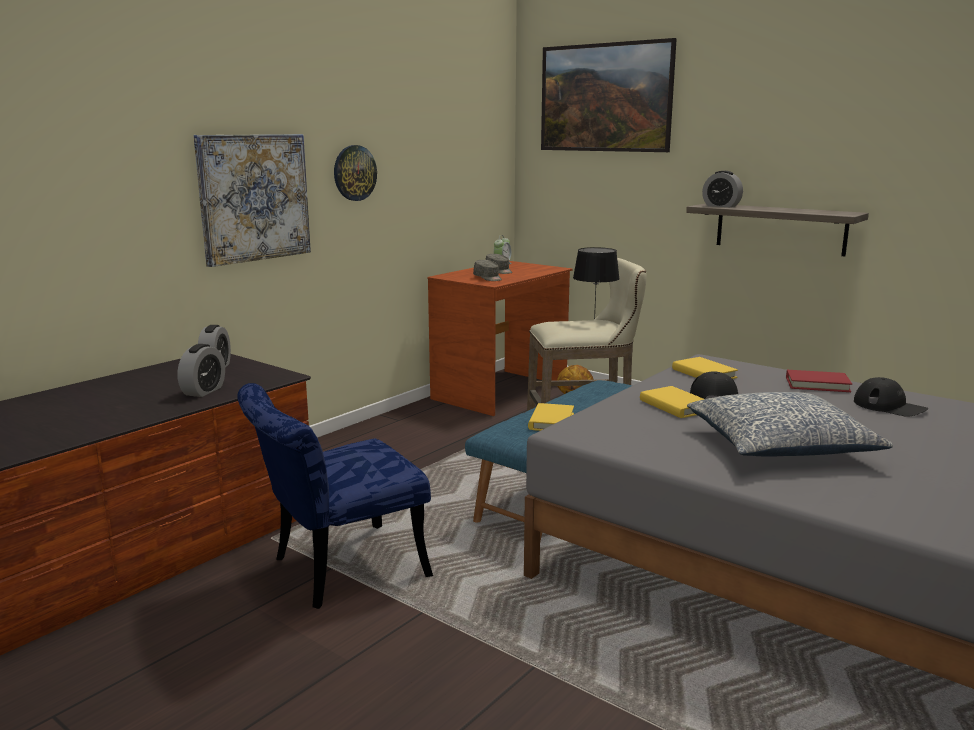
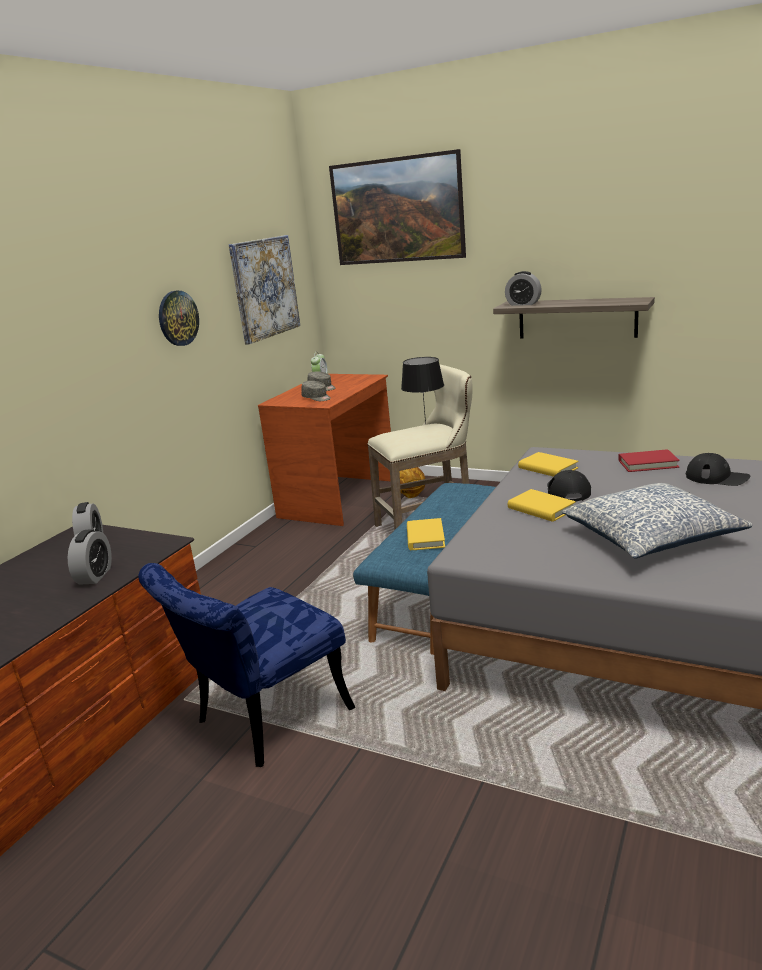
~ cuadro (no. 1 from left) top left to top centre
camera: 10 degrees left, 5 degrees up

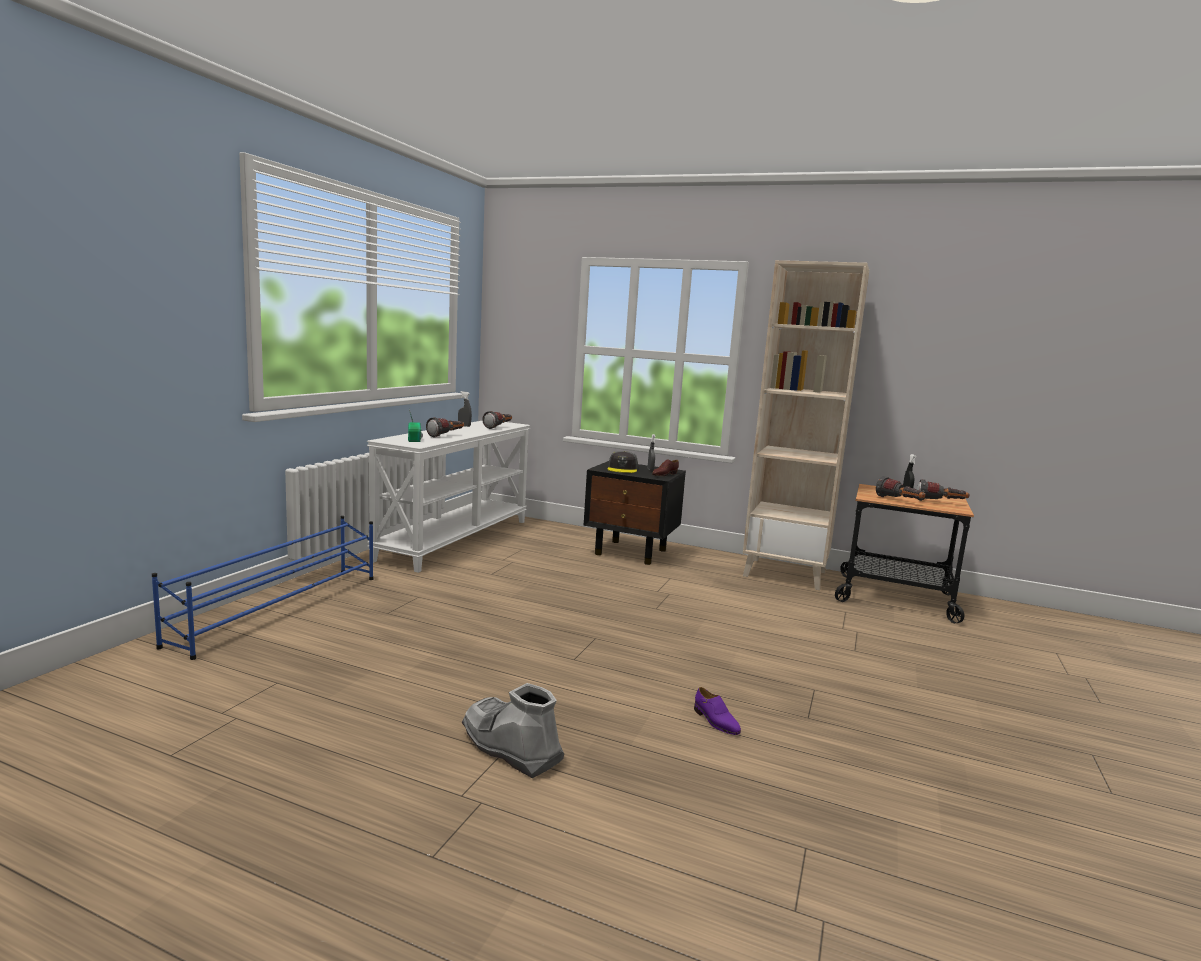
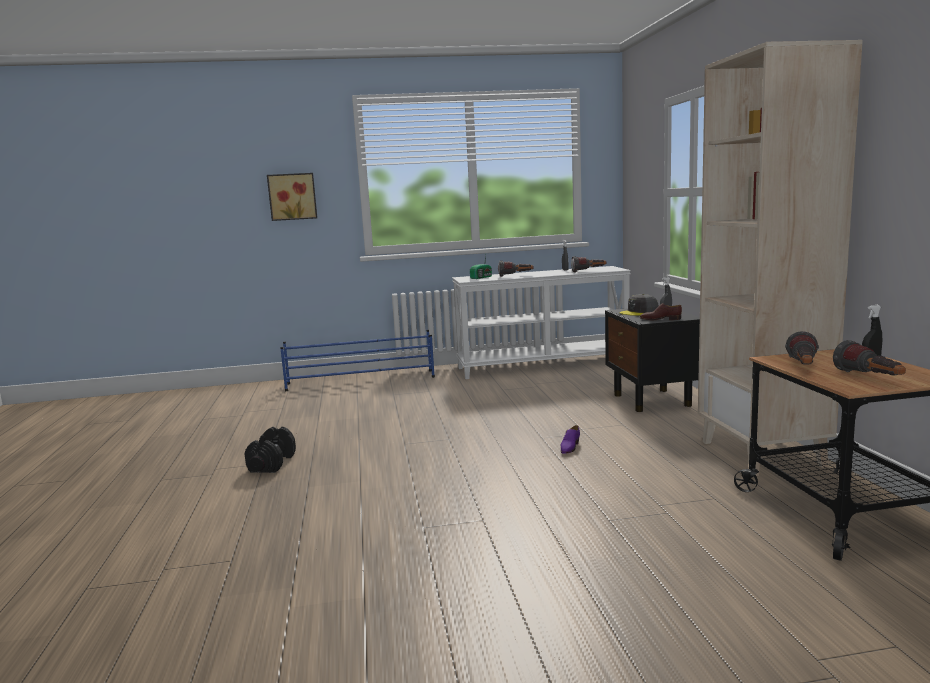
~ bota (gris) bottom centre to mancuerna (negro) middle left
+ cuadro top left
~ zapato (morado) bottom centre to centre
camera: 60 degrees right, 0 degrees up

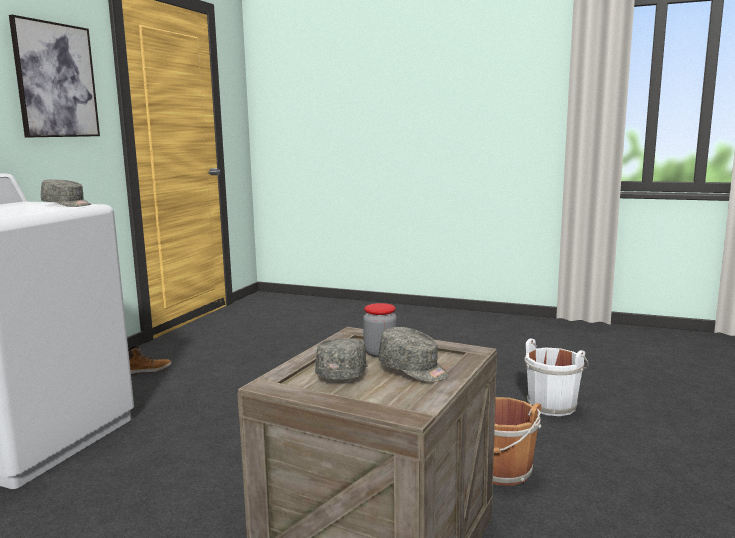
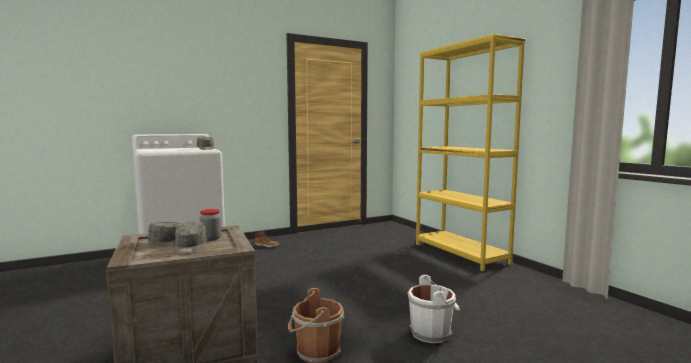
+ estantería (amarillo) middle right
- cuadro top left
camera: 40 degrees right, 5 degrees down

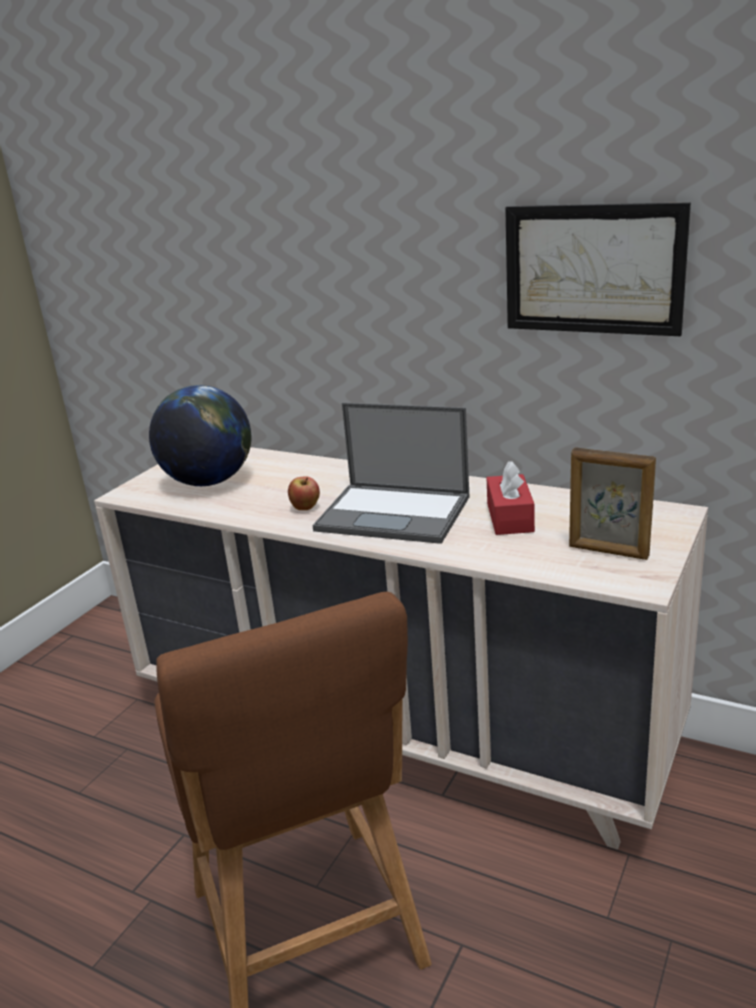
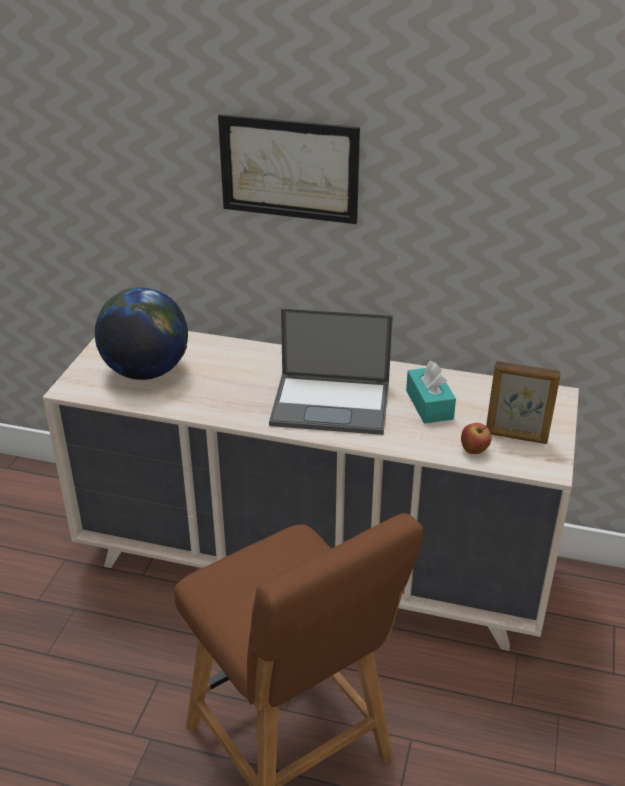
~ cuadro top right to top centre
~ caja de pañuelos (rojo) middle right to caja de pañuelos (turquesa) middle right
~ manzana centre to middle right
camera: 15 degrees left, 10 degrees up

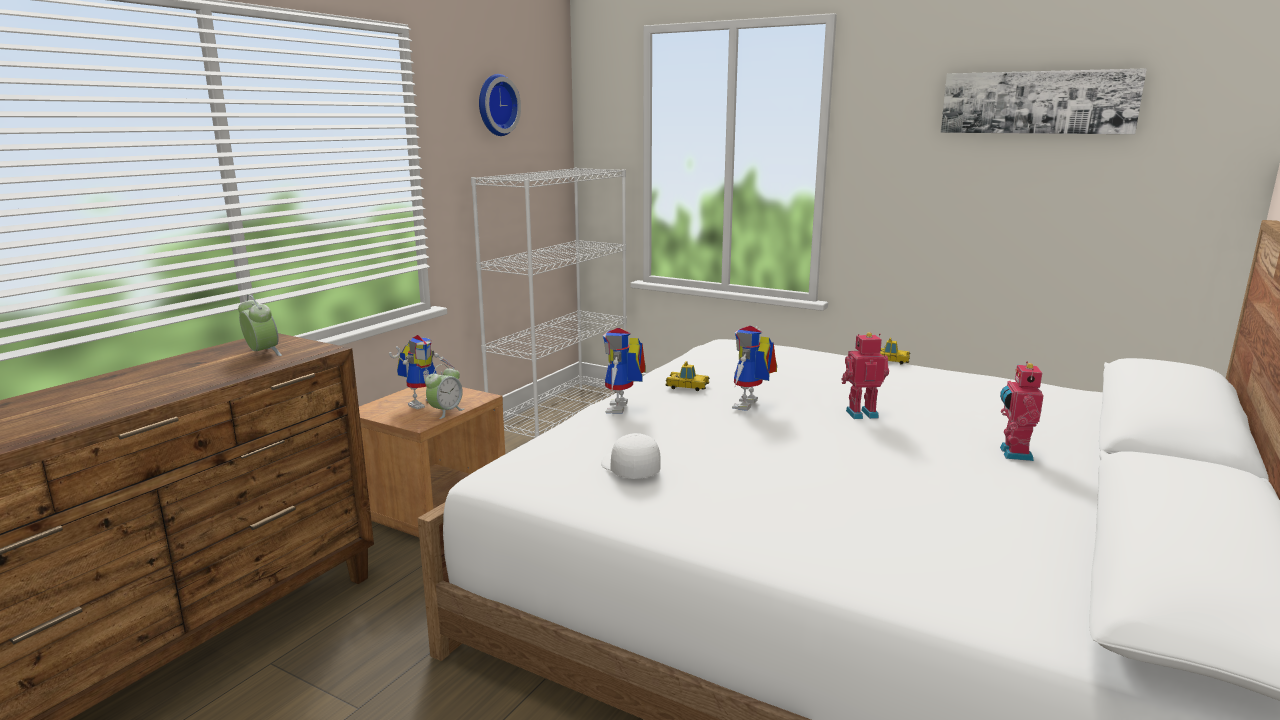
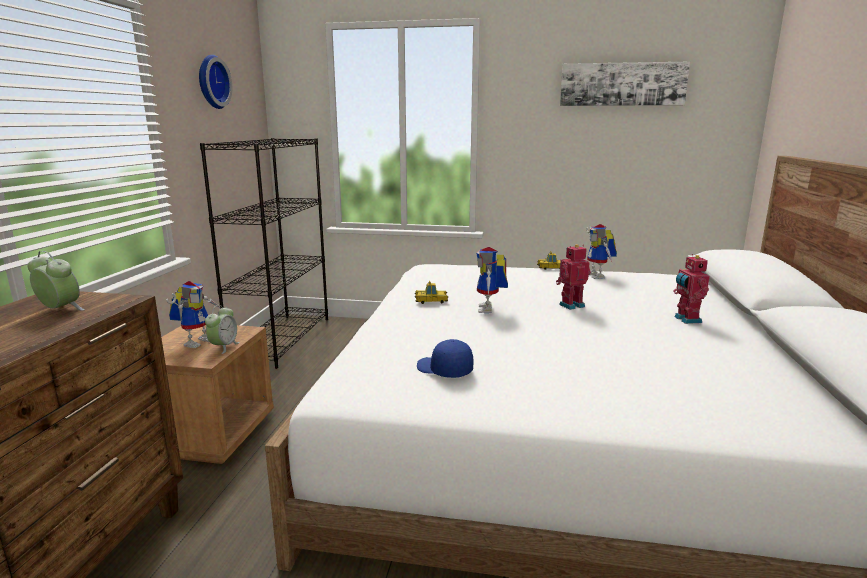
~ estantería (blanco) centre to estantería (negro) middle left
~ gorra (blanco) centre to gorra (azul) centre
~ robot de juguete (no. 2 from left in the first image) centre to robot de juguete (no. 4 from left) middle right
camera: 20 degrees left, 0 degrees up

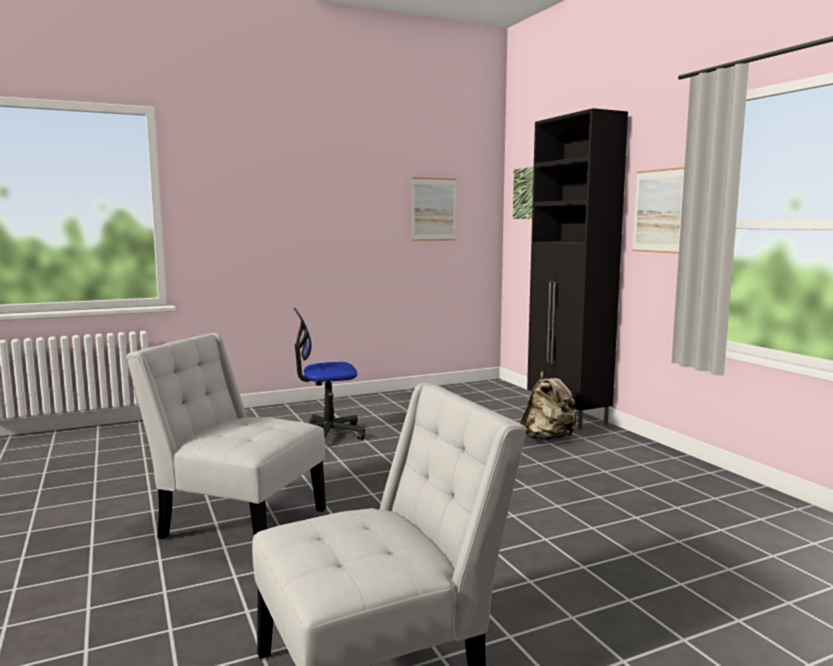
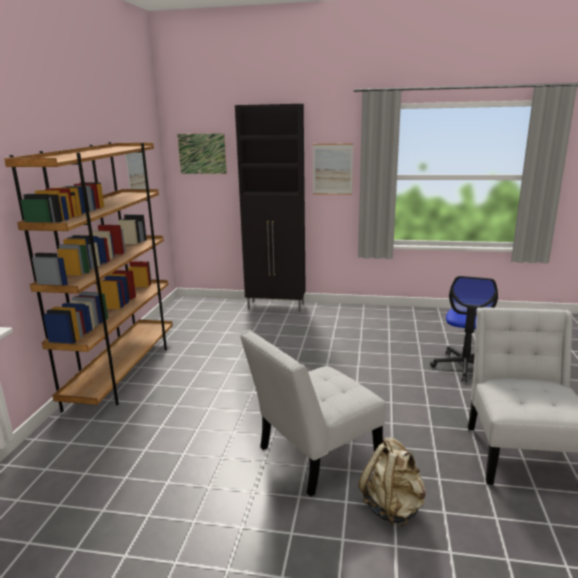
+ estantería (marrón) middle left
~ mochila (beis) centre to bottom right
~ silla de oficina centre to middle right
camera: 55 degrees left, 10 degrees up

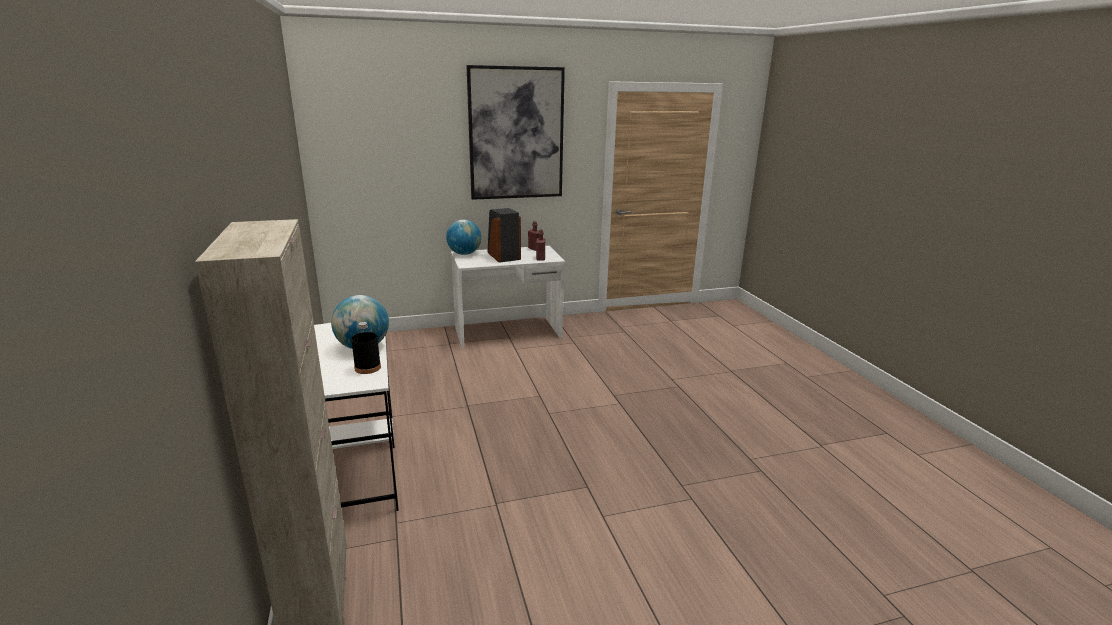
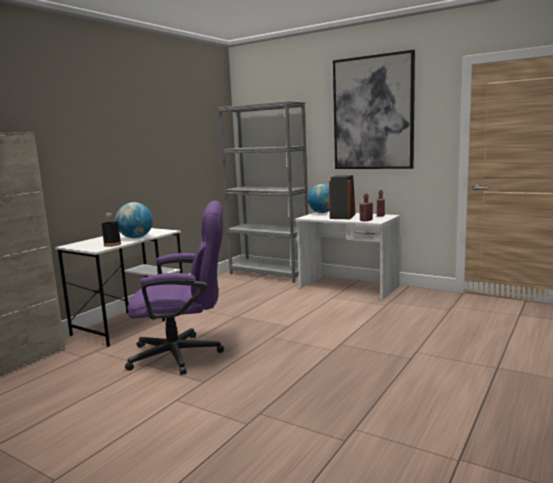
+ silla de oficina (morado) middle left
+ estantería (gris) centre
camera: 50 degrees right, 10 degrees down

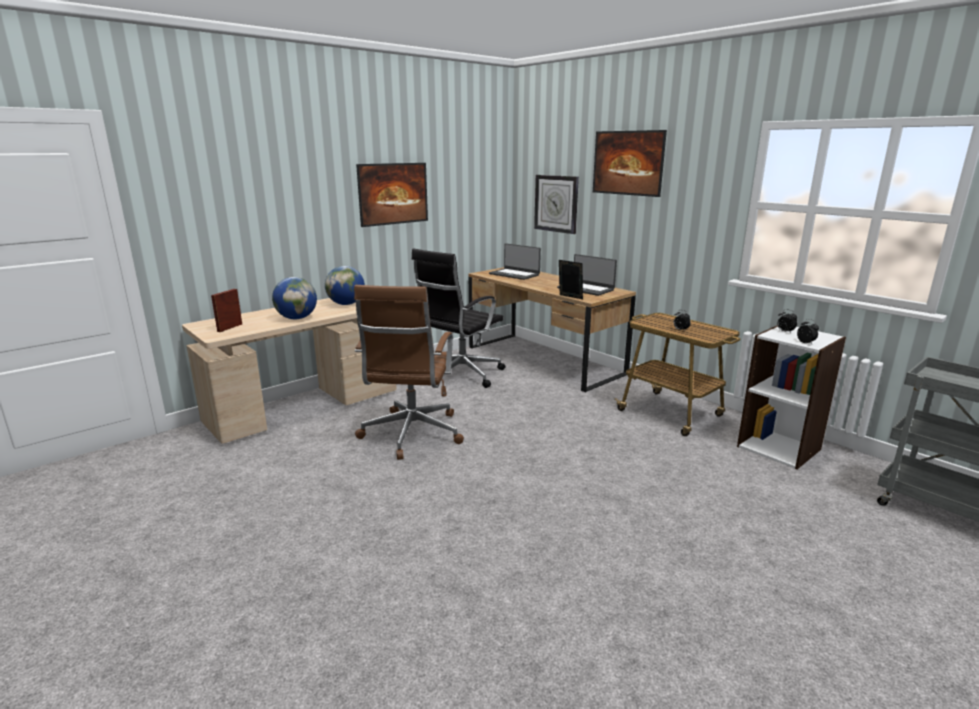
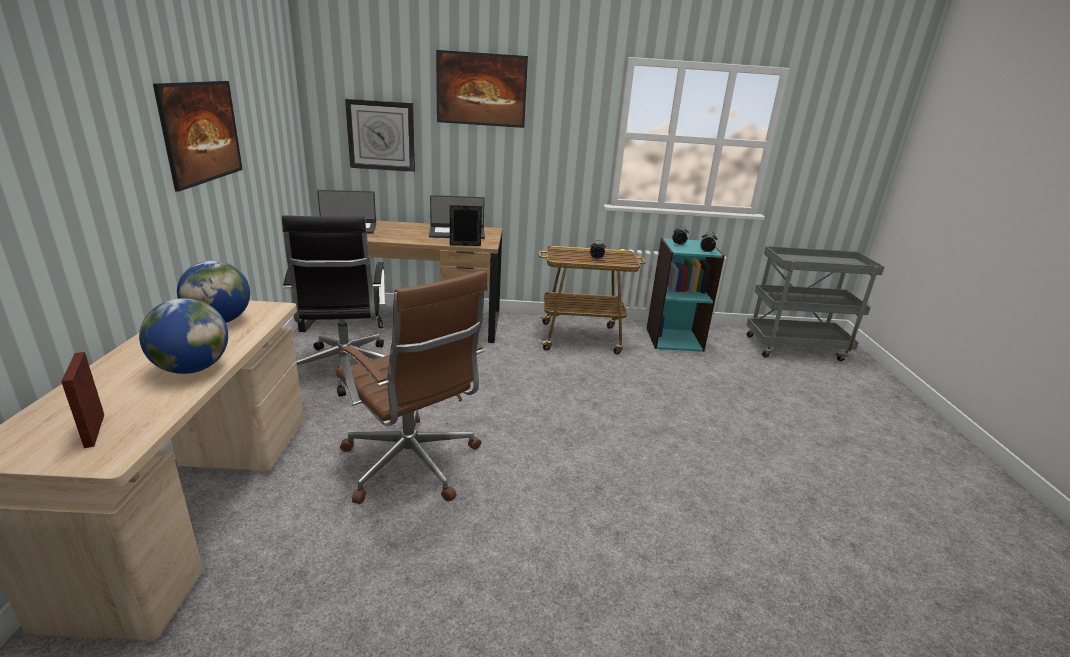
~ estantería (blanco) middle right to estantería (turquesa) centre
camera: 50 degrees left, 5 degrees up

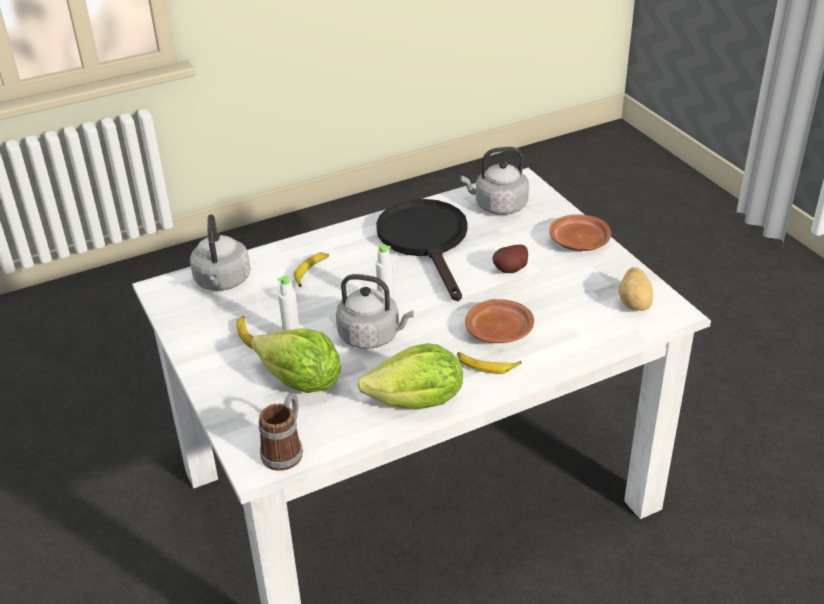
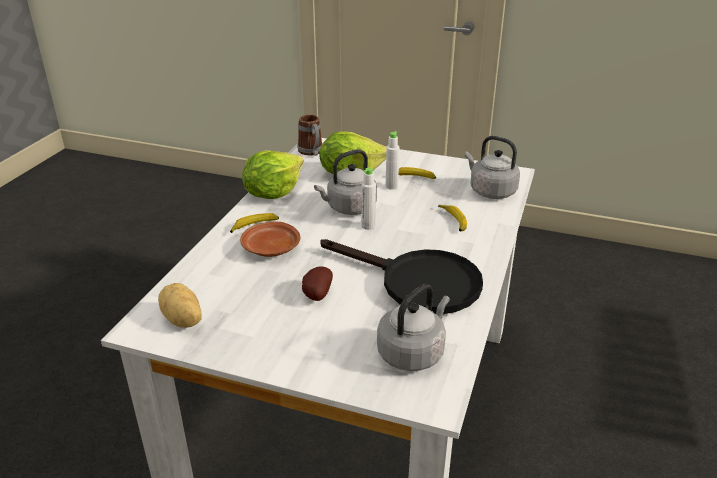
- plato (marrón) (no. 2 from left) middle right
camera: 135 degrees right, 5 degrees down

